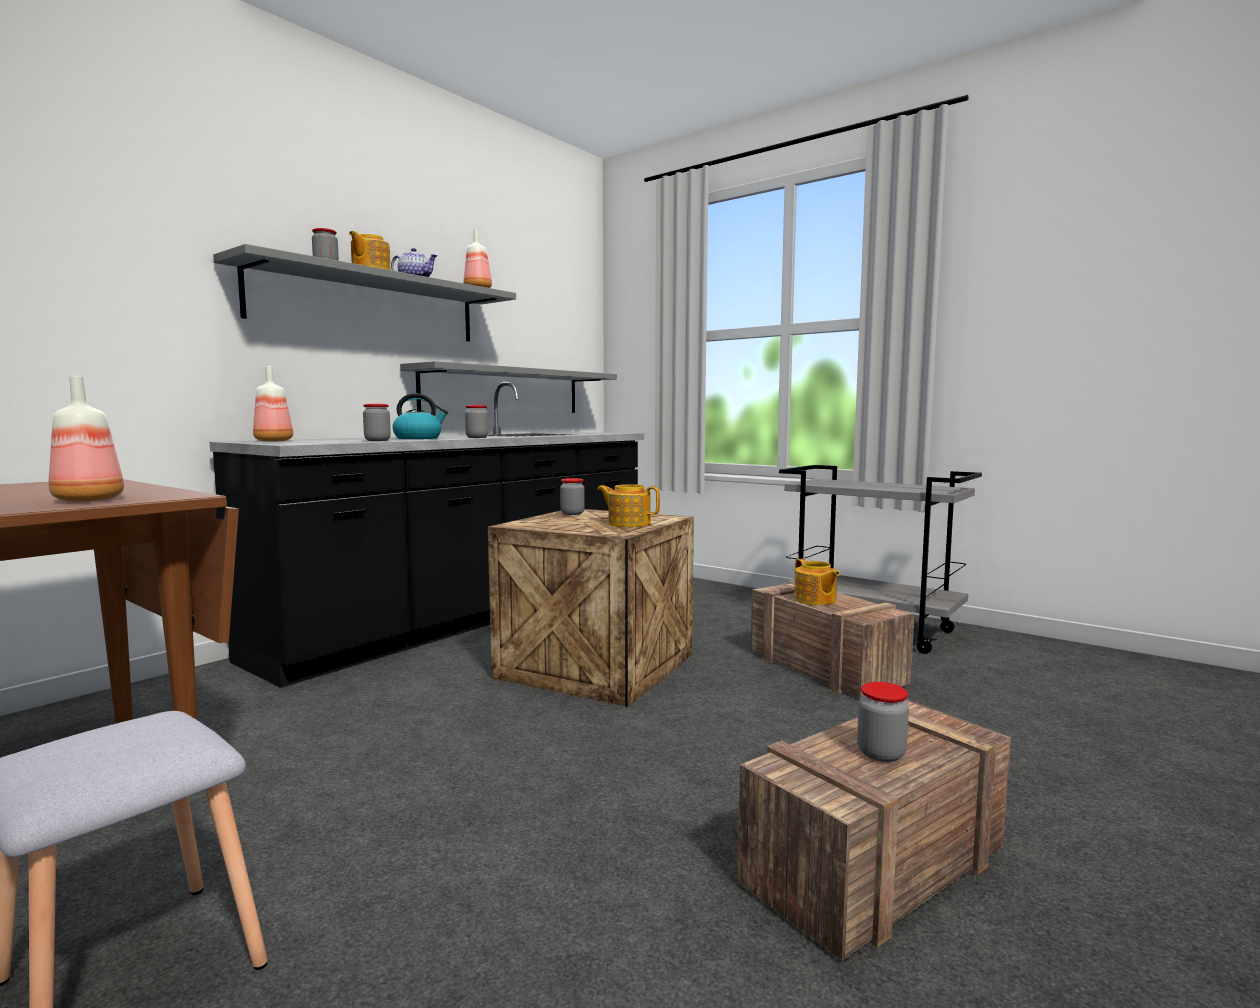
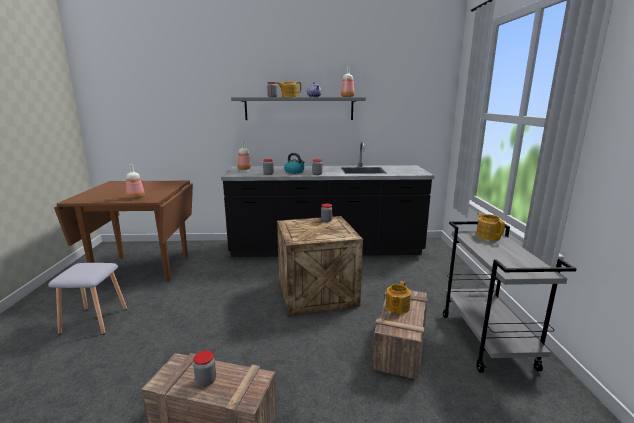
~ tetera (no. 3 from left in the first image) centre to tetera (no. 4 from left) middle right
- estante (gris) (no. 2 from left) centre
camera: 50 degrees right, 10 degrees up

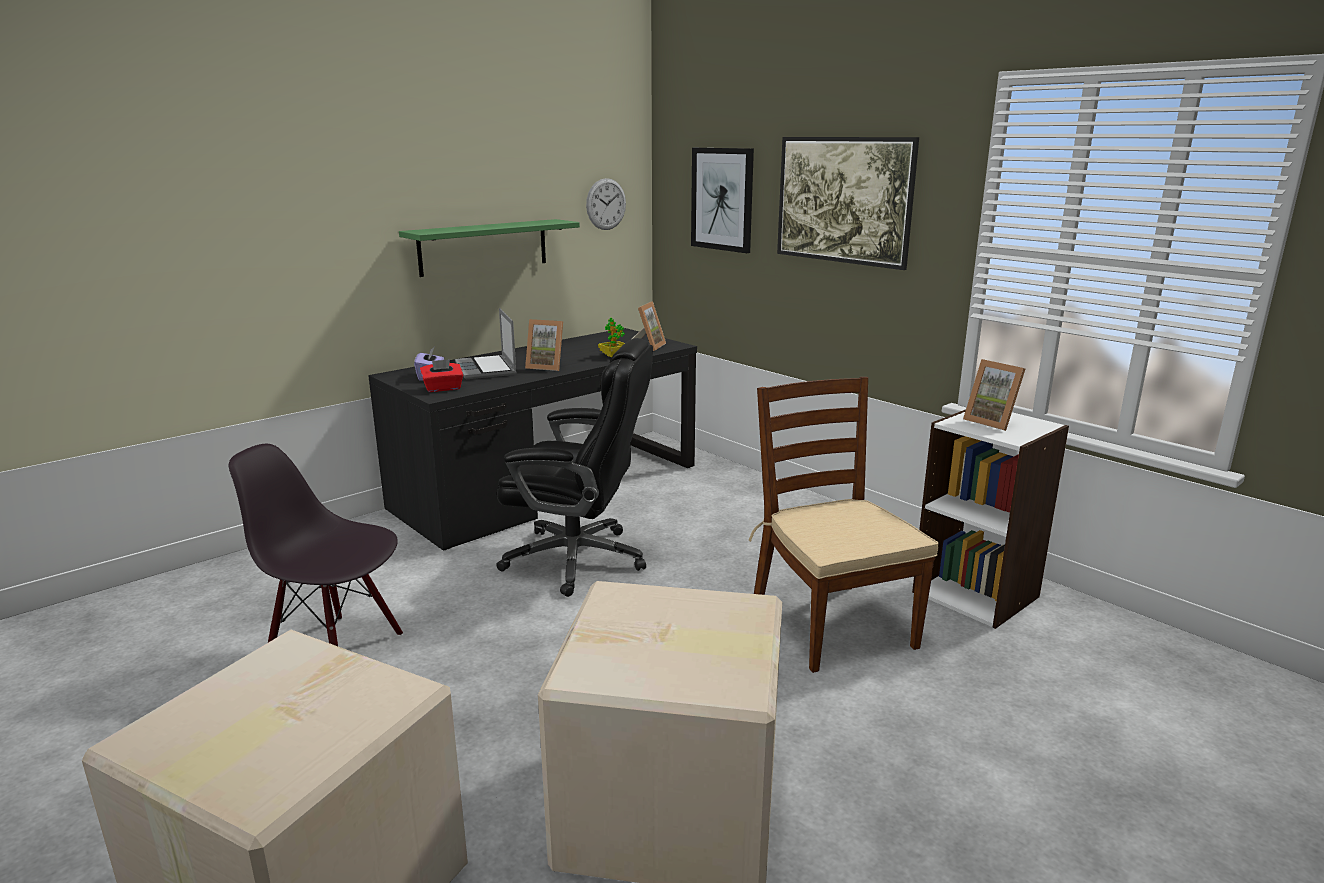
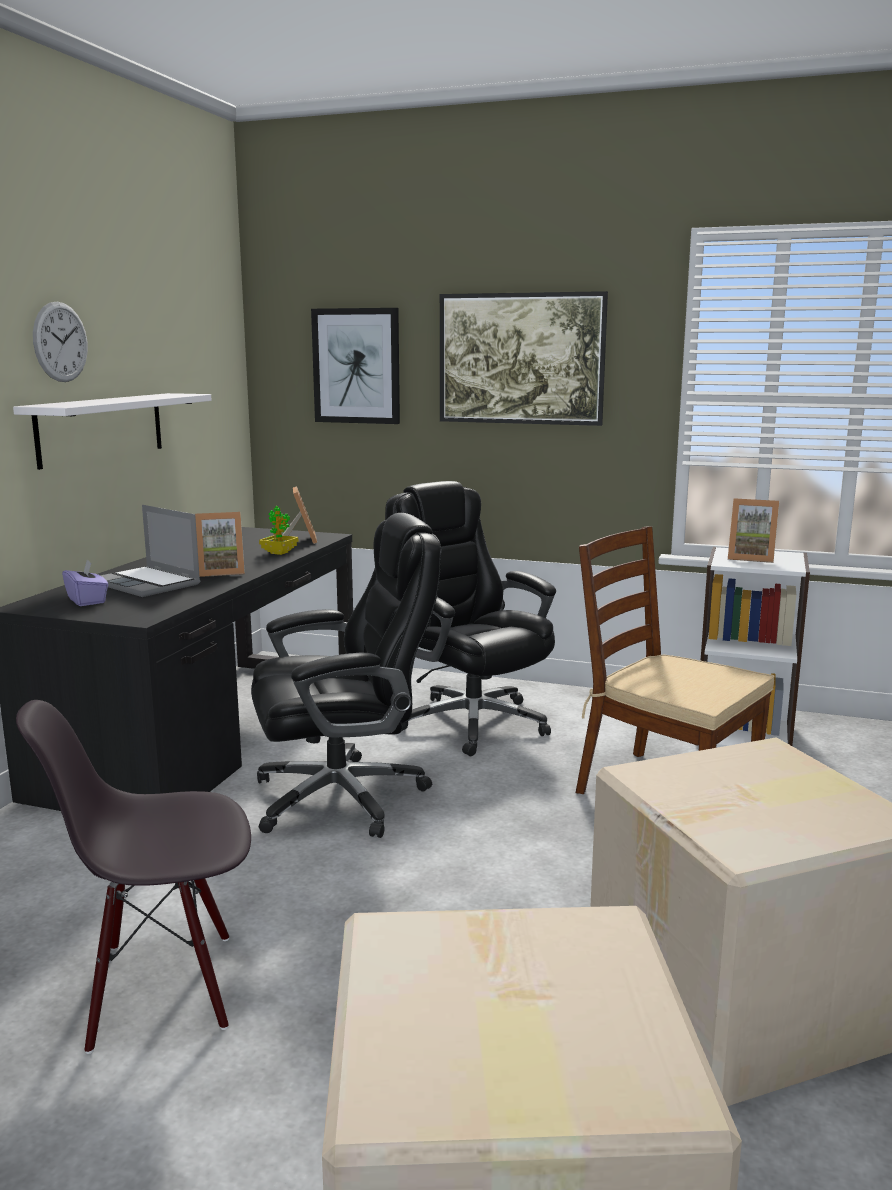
~ estante (verde) top centre to estante (blanco) middle left
~ reloj de pared top centre to top left
+ silla de oficina (negro) (no. 2 from left) centre
- caja de pañuelos (rojo) middle left
camera: 30 degrees left, 5 degrees down

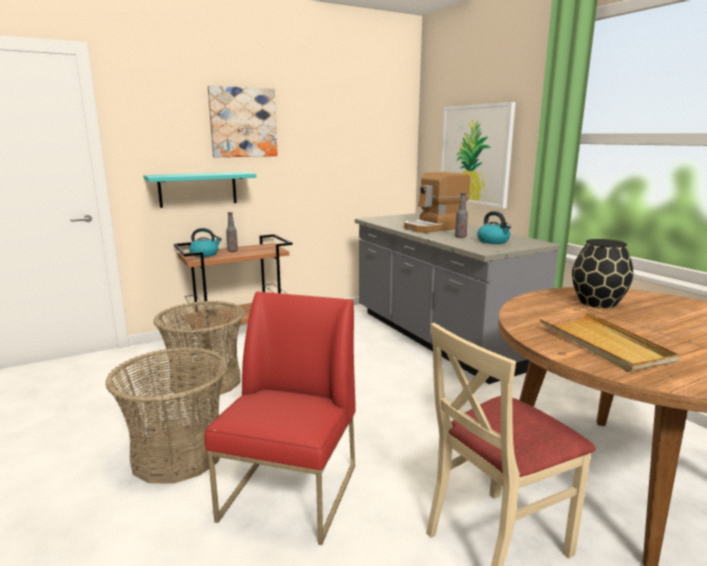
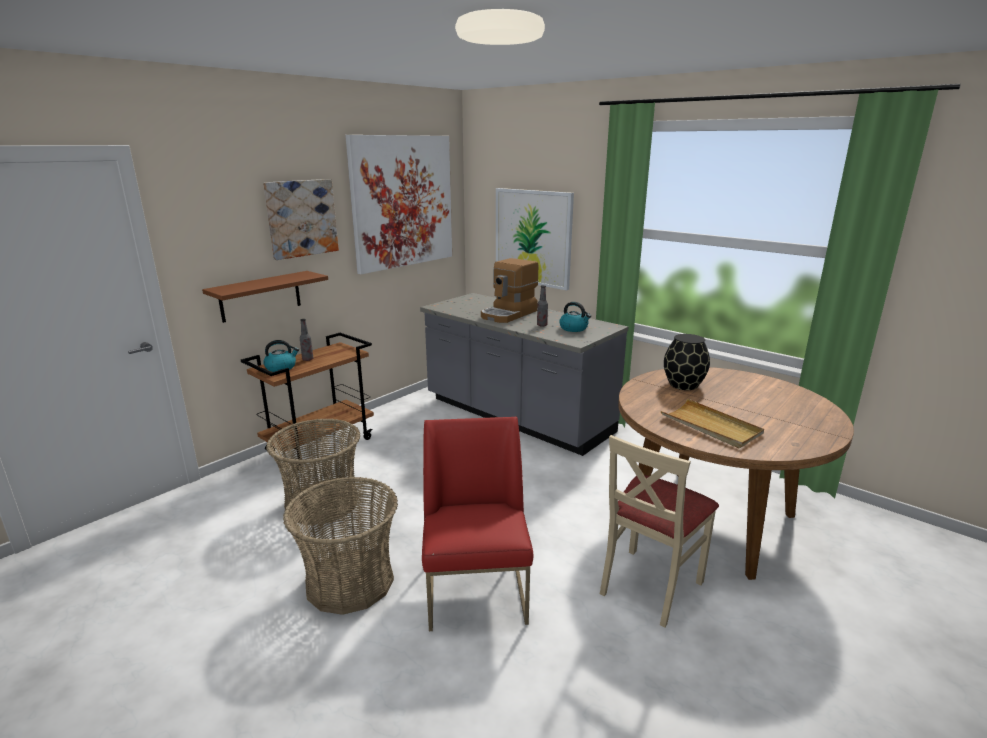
~ estante (turquesa) middle left to estante (marrón) middle left
+ cuadro (no. 2 from left) top centre
camera: 20 degrees left, 5 degrees up

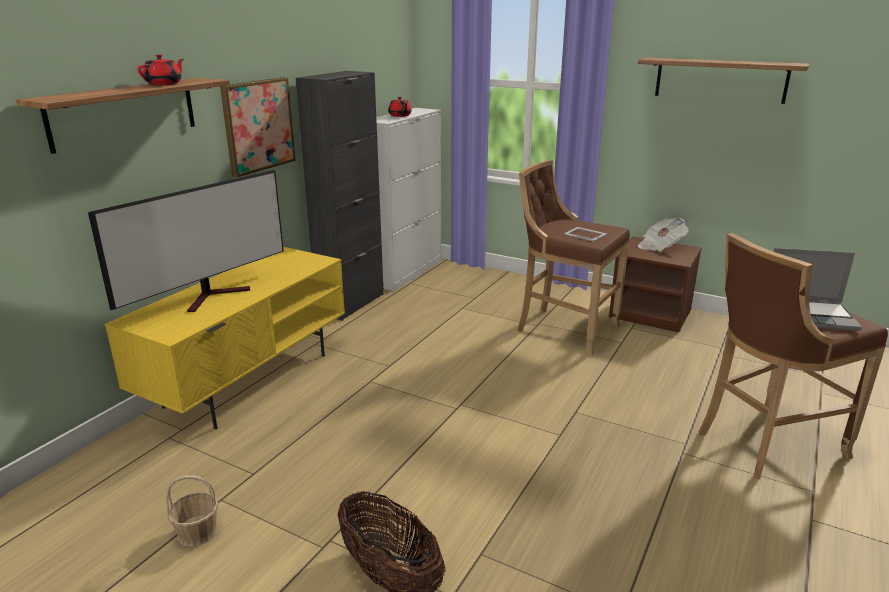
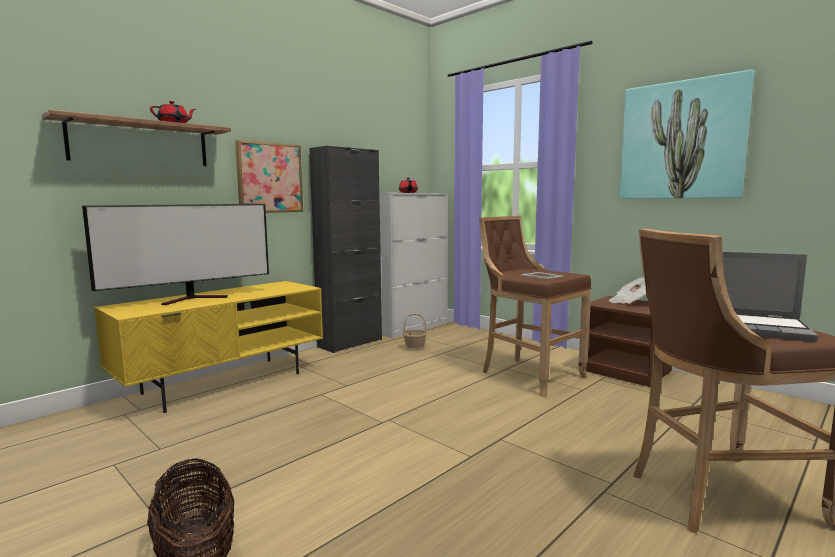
~ cesta (no. 1 from left in the first image) bottom left to cesta (no. 2 from left) centre
~ estante (no. 2 from left) top right to cuadro (no. 2 from left) top right
camera: 15 degrees right, 15 degrees down

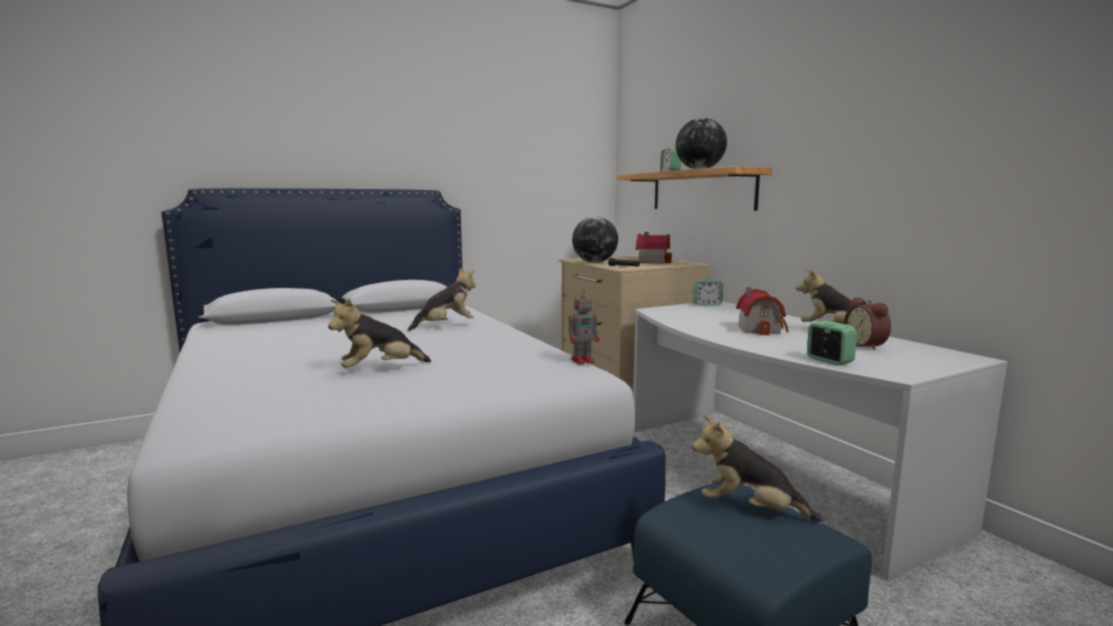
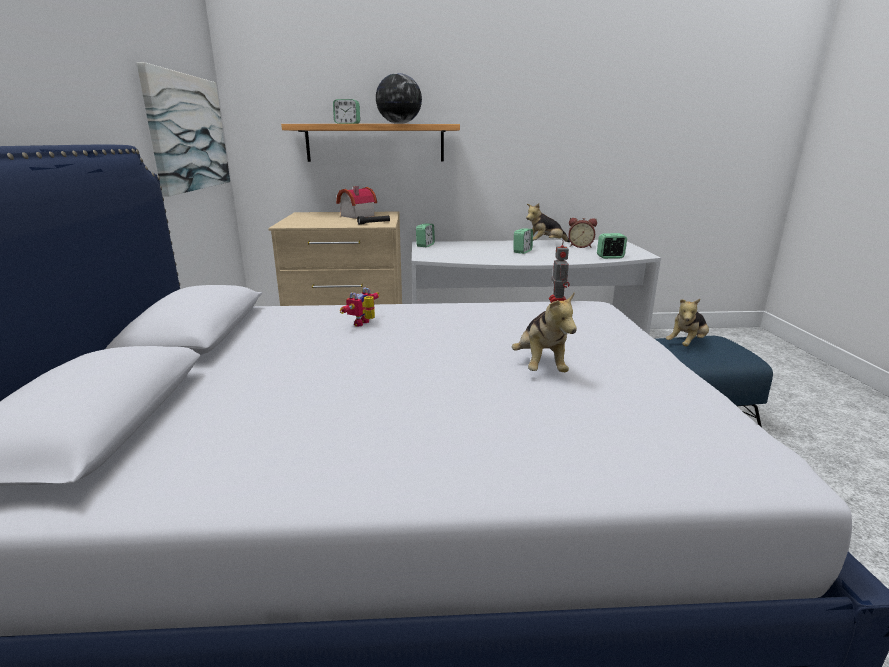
+ cuadro top left
~ peluche (no. 2 from left) centre to robot de juguete (no. 1 from left) centre
~ casita (no. 2 from left) middle right to despertador (no. 3 from left) centre
- globo terráqueo (no. 1 from left) centre
camera: 65 degrees left, 10 degrees up

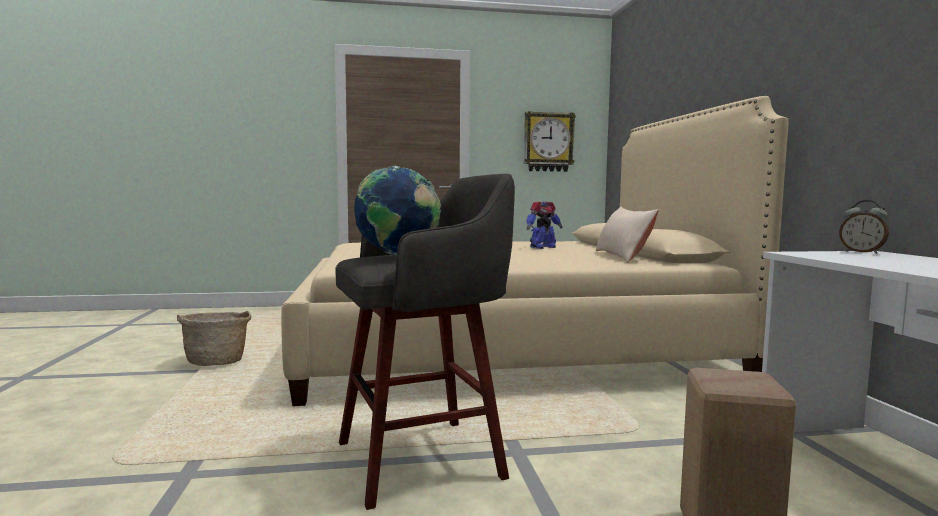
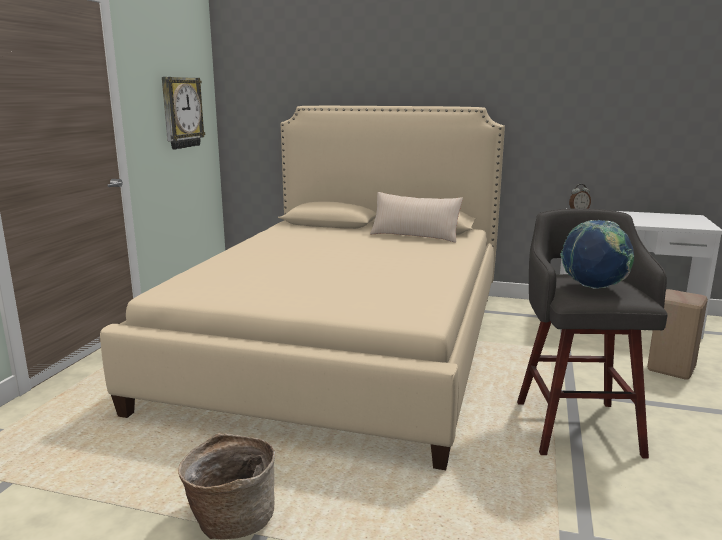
- robot de juguete centre
camera: 65 degrees left, 10 degrees up

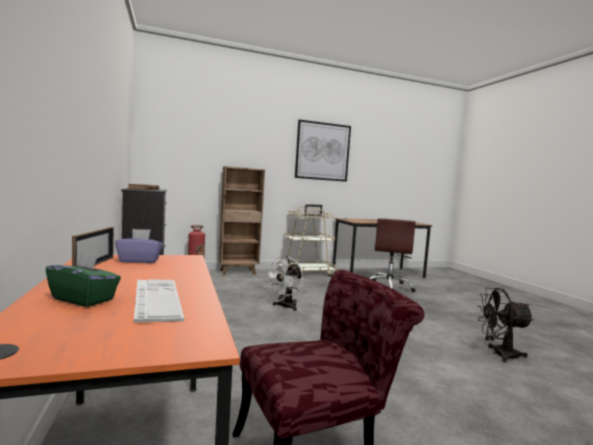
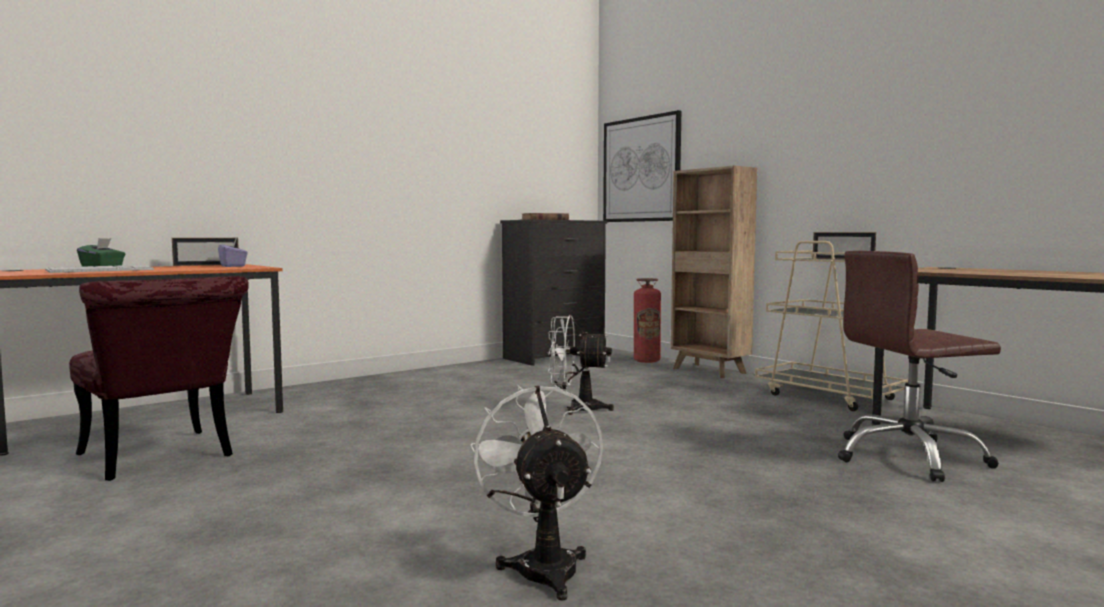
~ ventilador (negro) bottom right to ventilador (blanco) (no. 1 from left) bottom centre
~ cuadro centre to top centre
camera: 70 degrees right, 0 degrees up

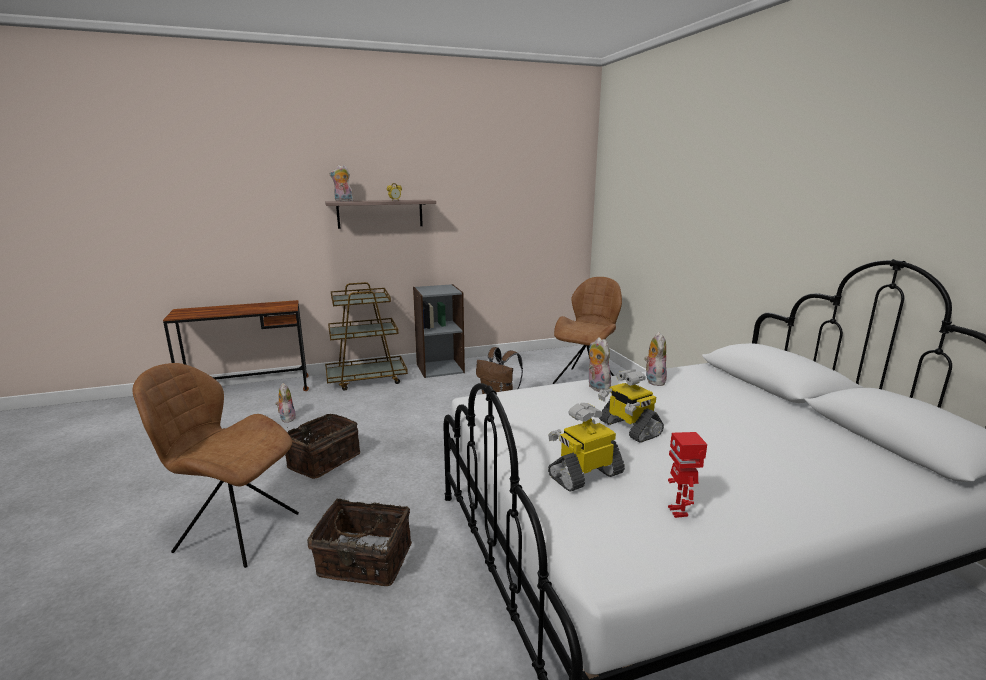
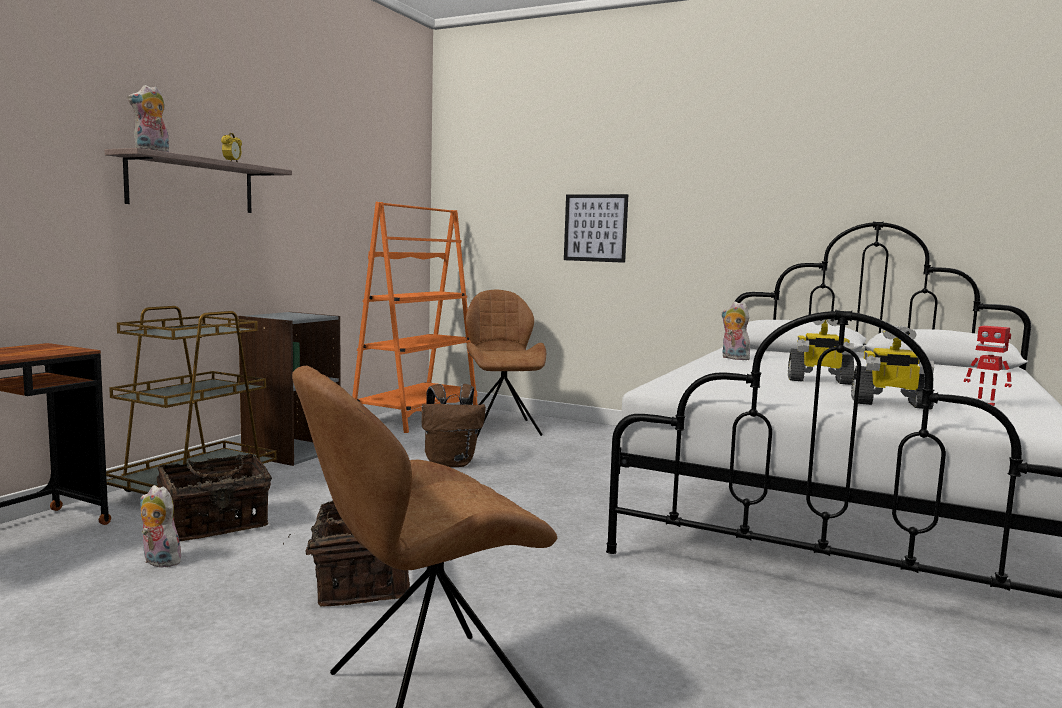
~ cesta (no. 2 from left in the first image) bottom centre to cesta (no. 1 from left) bottom left
+ estantería (naranja) centre
+ cuadro top centre
~ robot de juguete (no. 1 from left in the first image) centre = middle right 90 degrees counterclockwise
- peluche (no. 3 from left) centre
camera: 45 degrees left, 10 degrees down

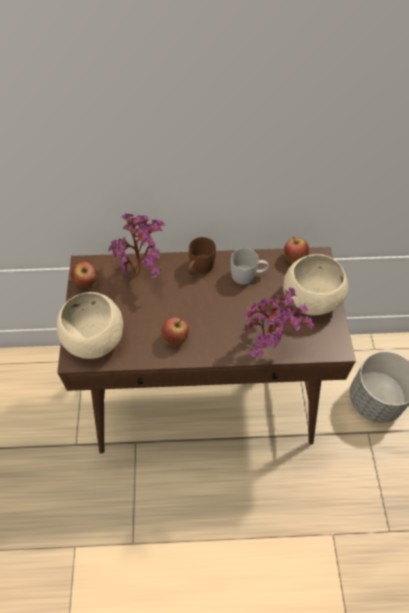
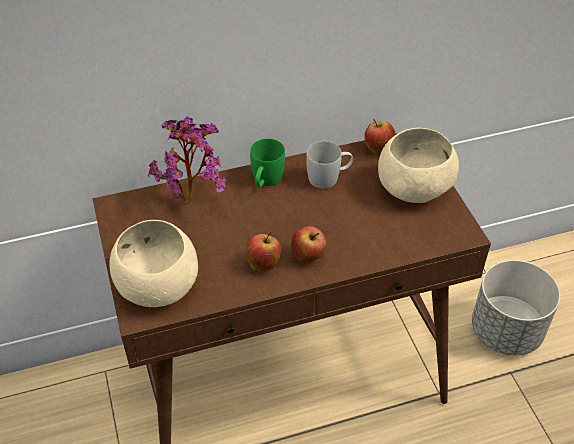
~ taza grande (marrón) centre to taza grande (verde) centre
~ manzana (no. 1 from left in the first image) middle left to manzana (no. 2 from left) centre
- planta en maceta (no. 2 from left) middle right
camera: 15 degrees left, 10 degrees down

